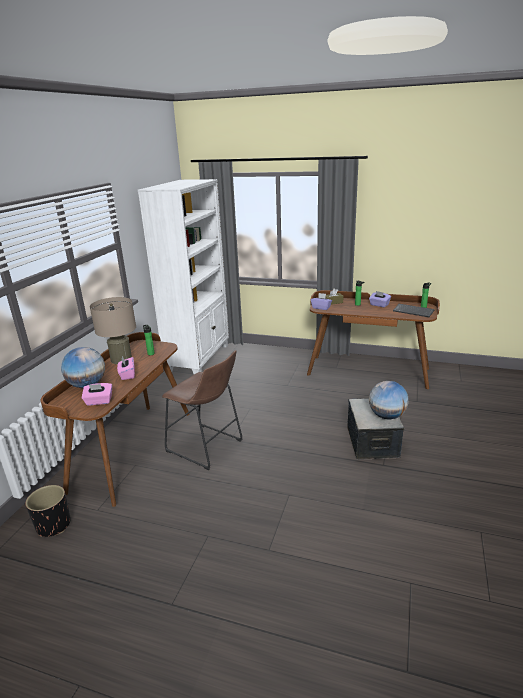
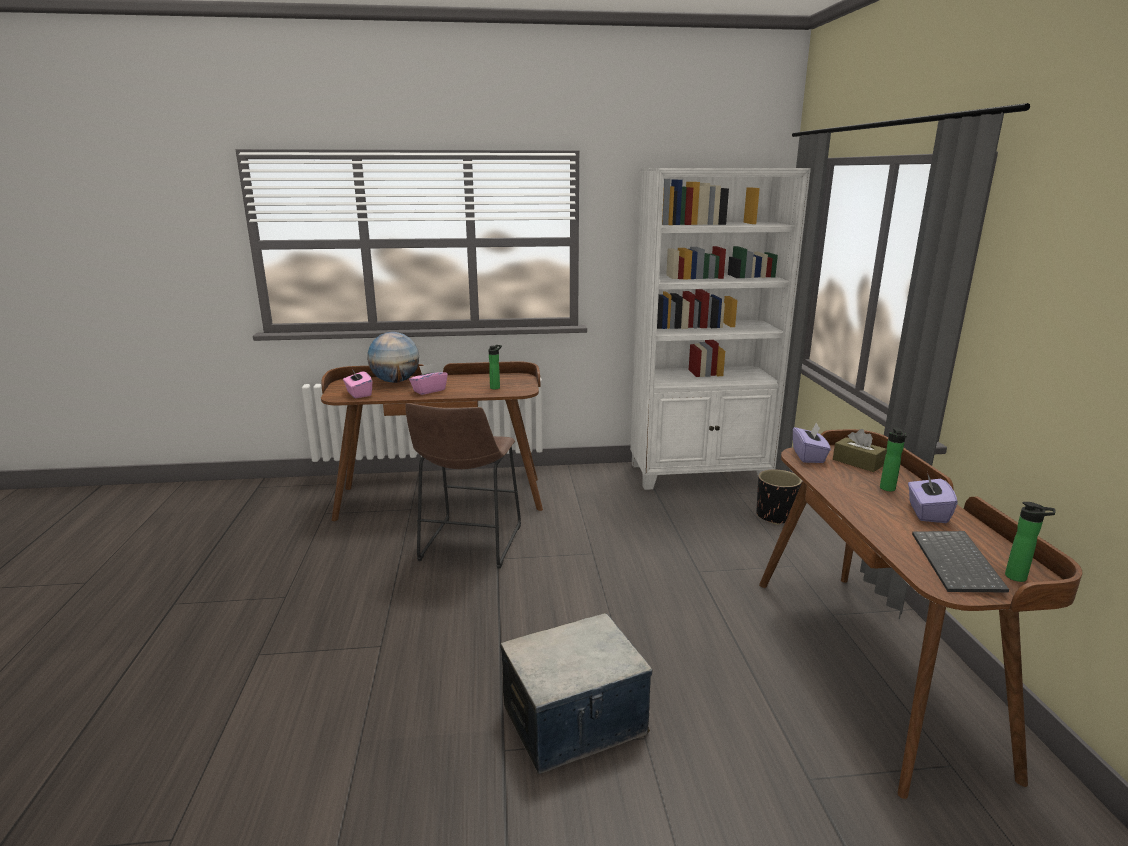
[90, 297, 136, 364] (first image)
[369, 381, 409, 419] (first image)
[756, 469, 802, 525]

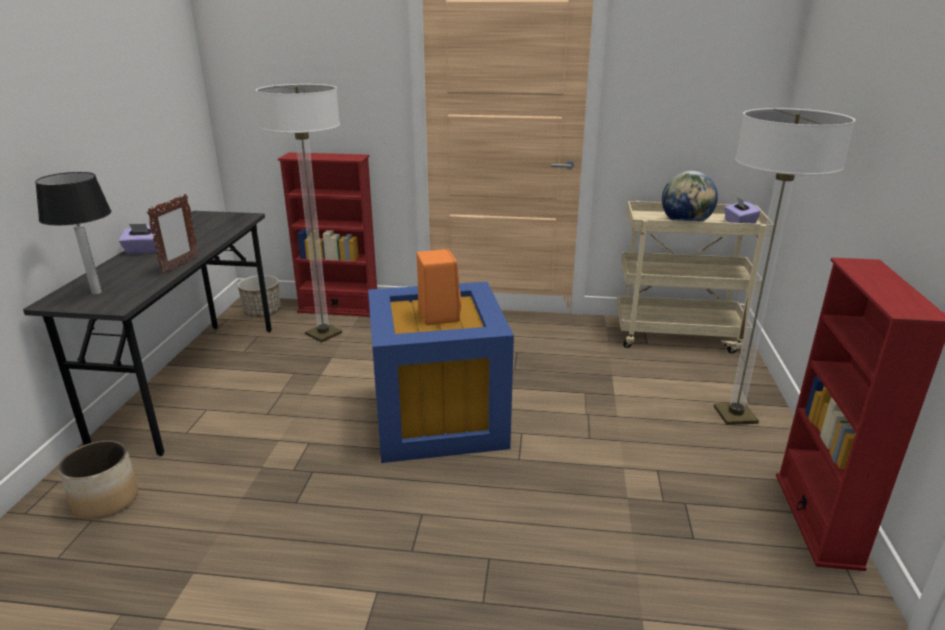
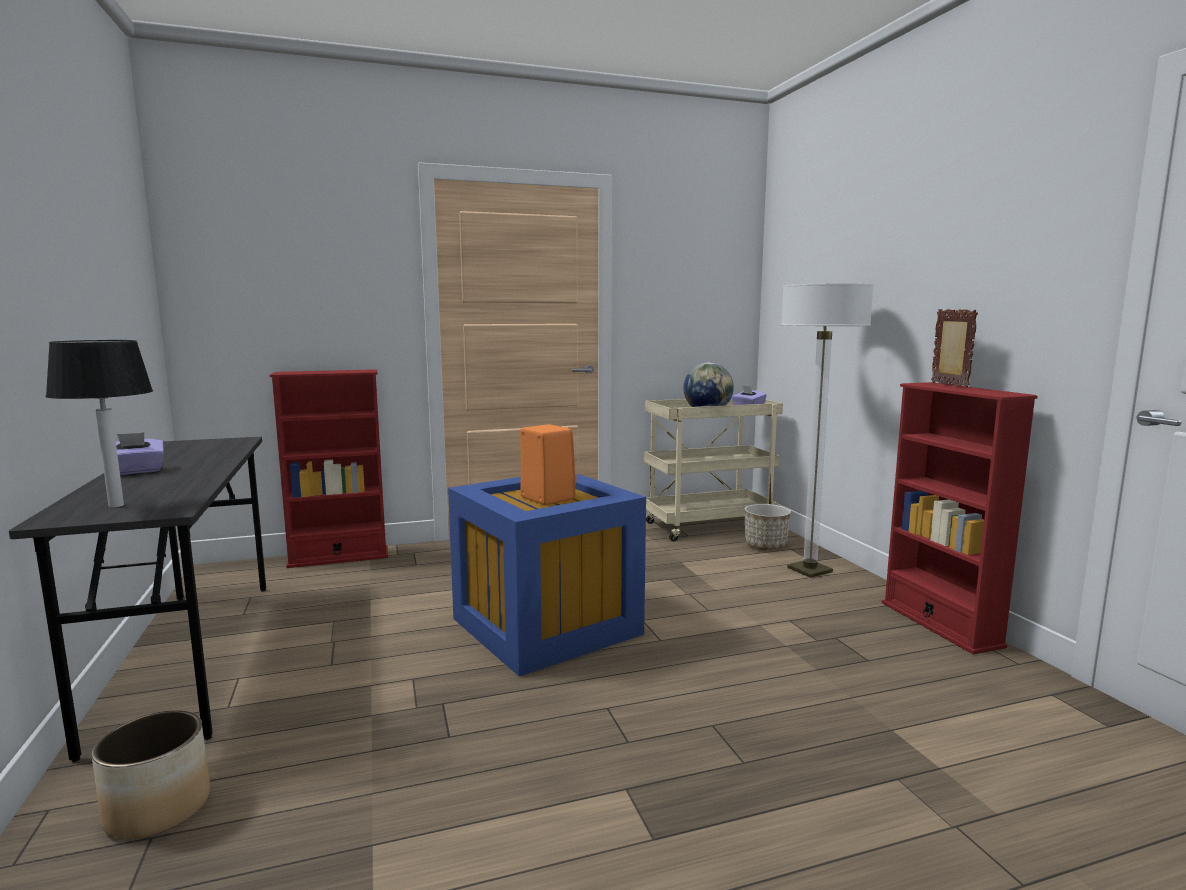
[256, 84, 342, 342] (first image)
[931, 309, 978, 388]
[745, 504, 791, 550]

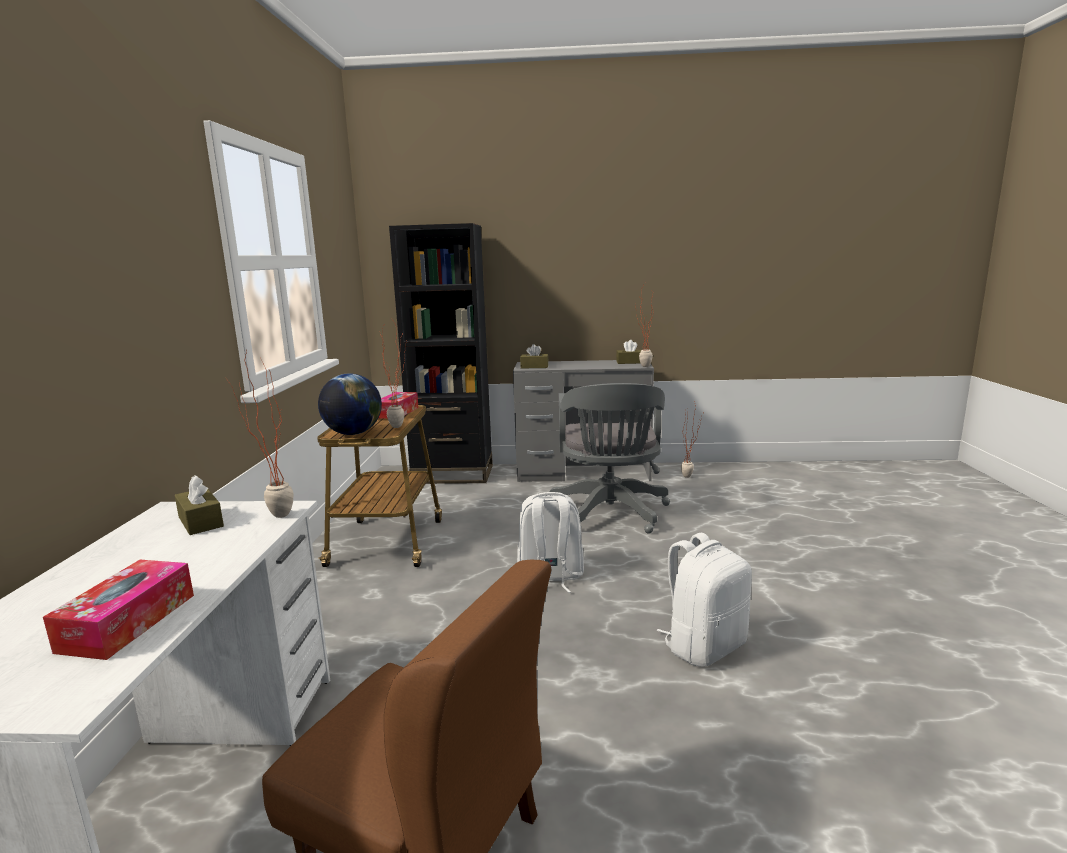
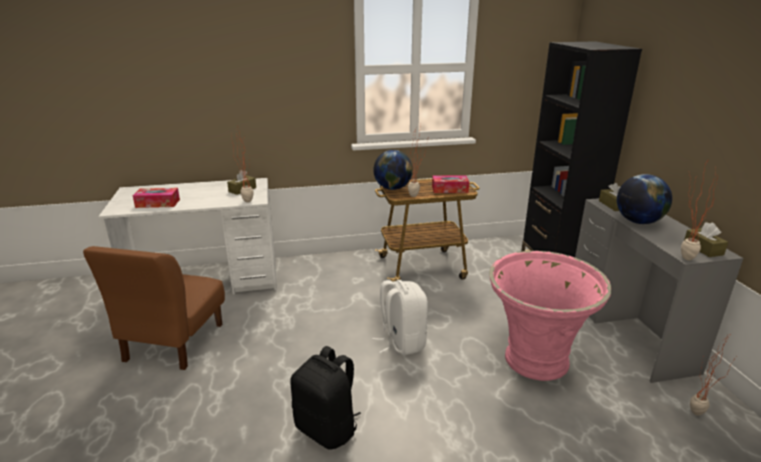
[489, 251, 612, 381]
[290, 346, 361, 449]
[617, 174, 672, 224]

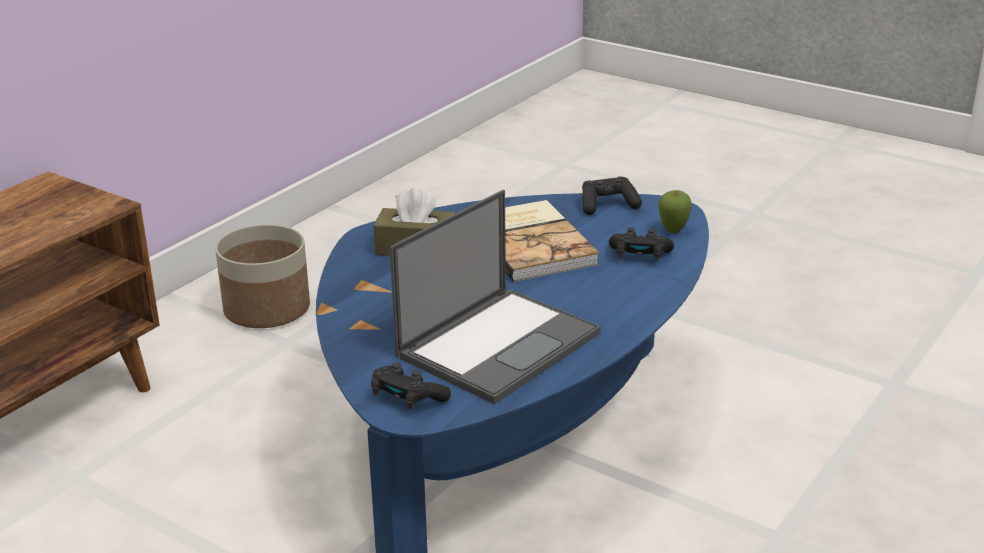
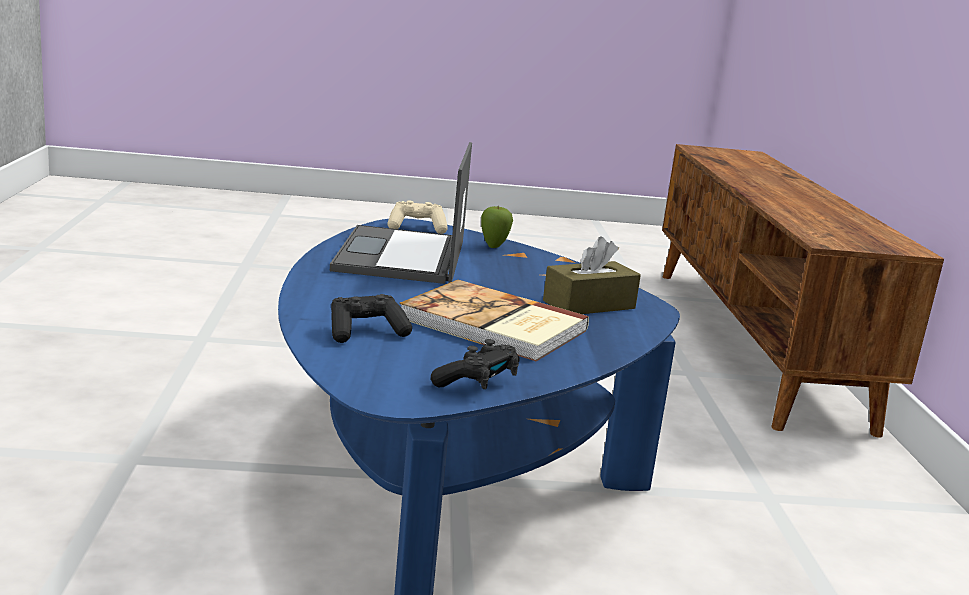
[481, 205, 513, 248]
[215, 224, 310, 328] (first image)
[387, 200, 448, 234]

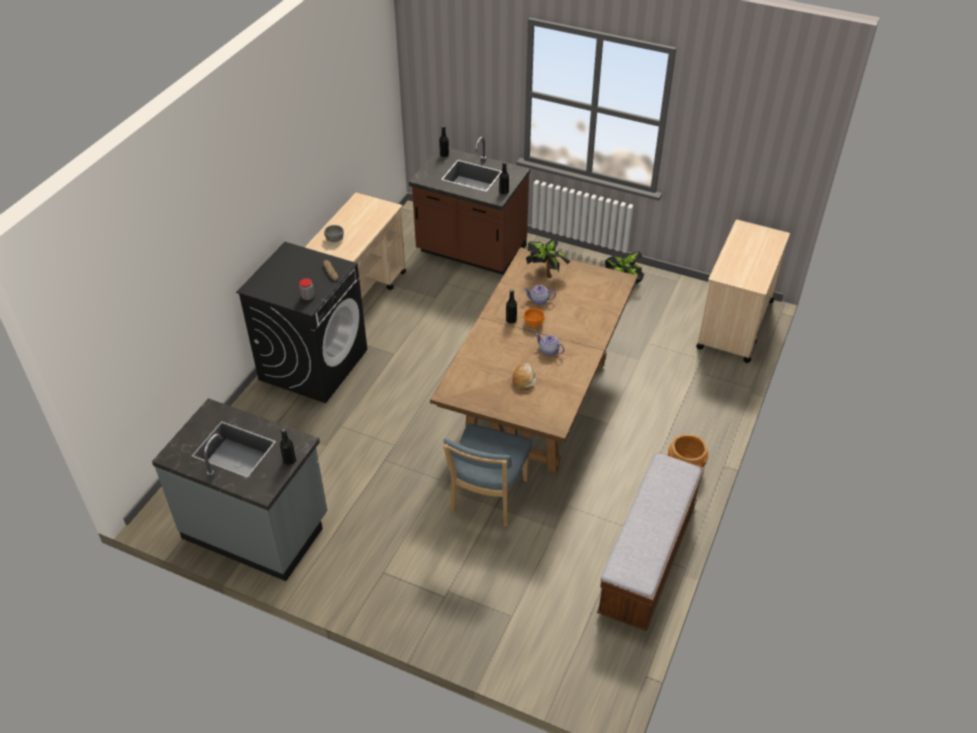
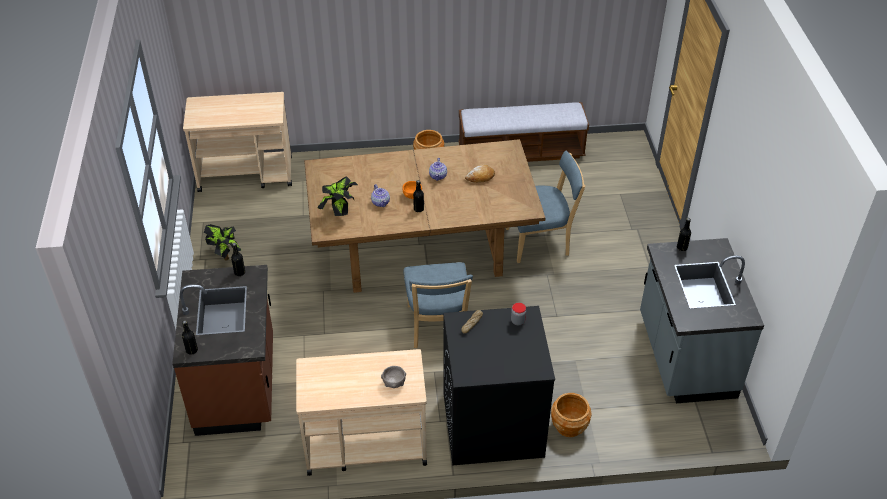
[404, 262, 473, 348]
[551, 393, 592, 437]

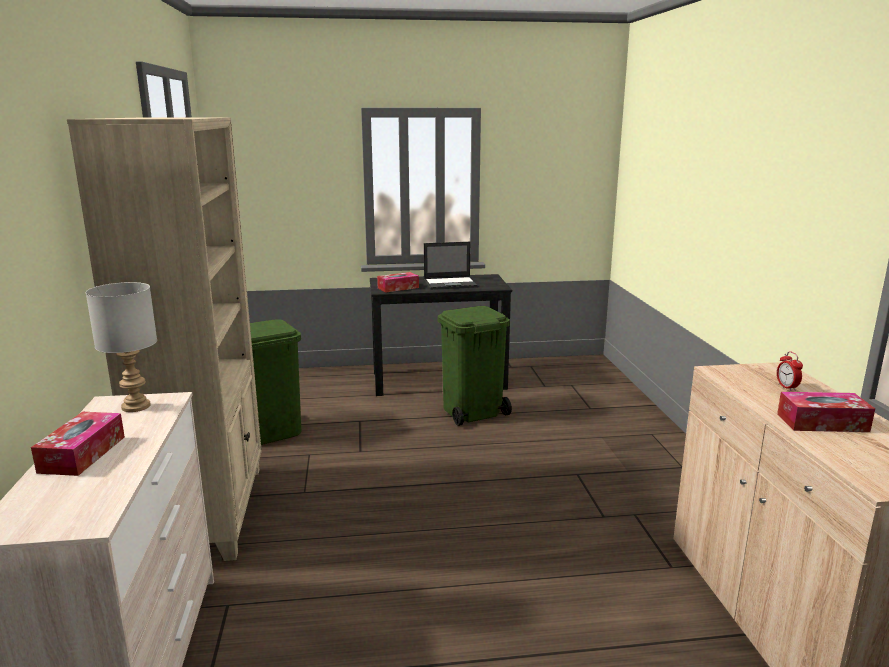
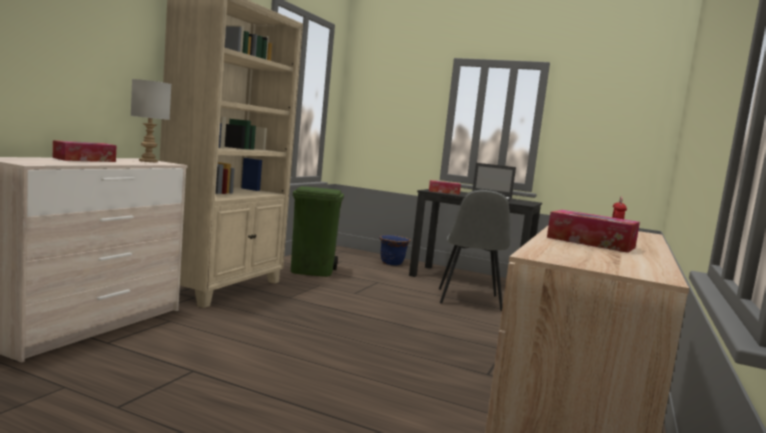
[439, 190, 511, 311]
[379, 235, 411, 265]

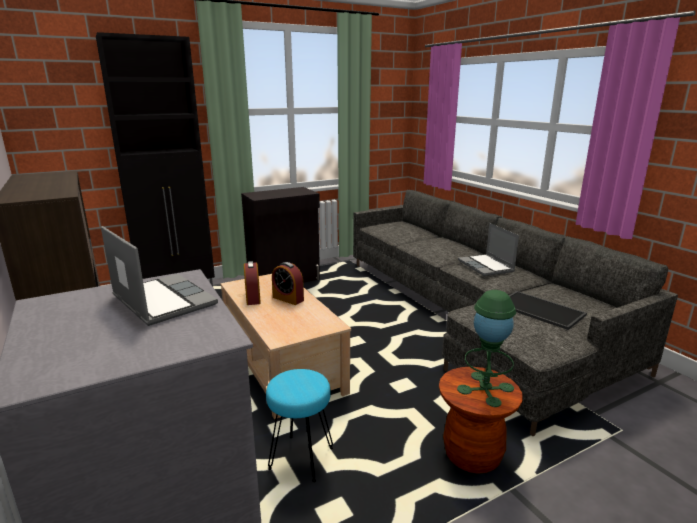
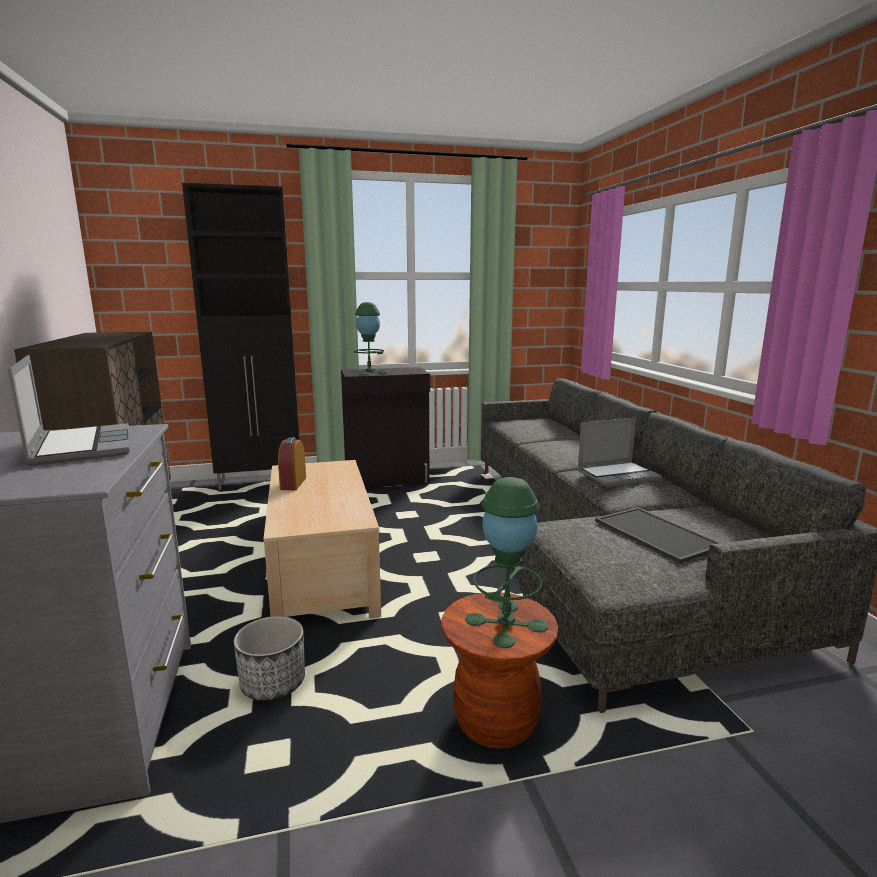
[577, 418, 662, 487]
[272, 262, 304, 305] (first image)
[234, 616, 305, 701]
[352, 302, 387, 375]

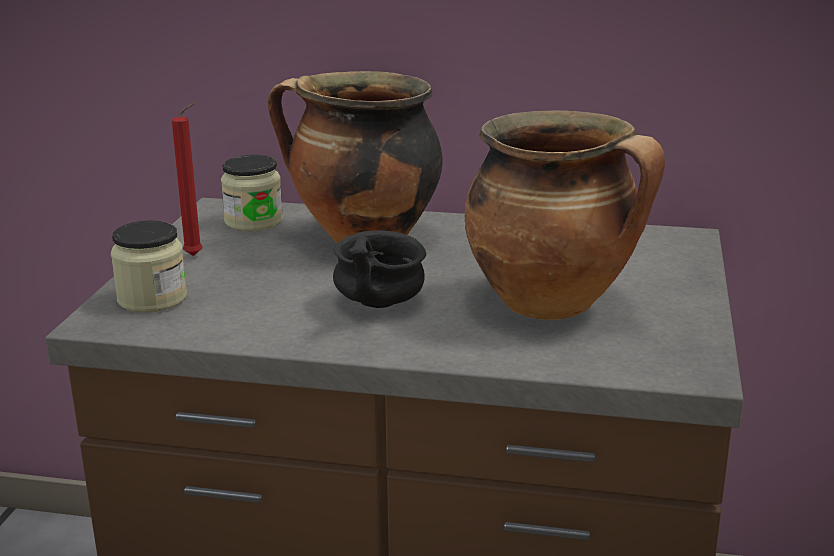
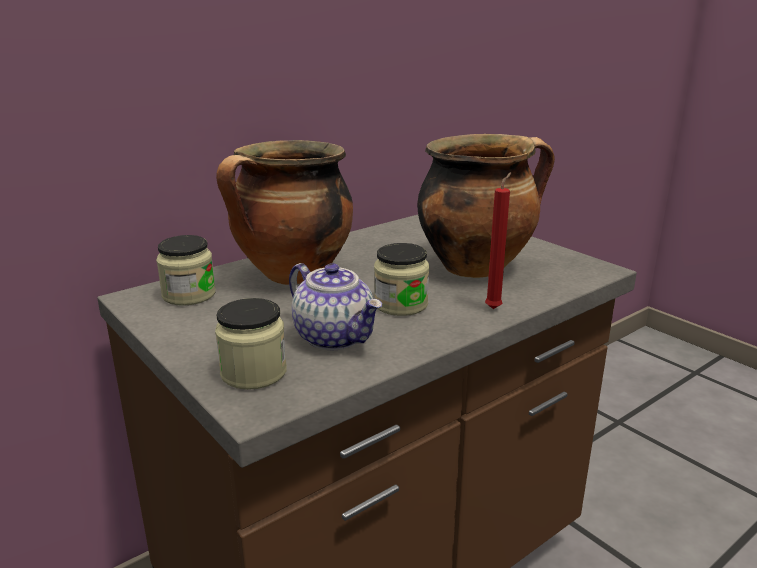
[485, 172, 511, 309]
[374, 243, 429, 316]
[289, 263, 382, 350]

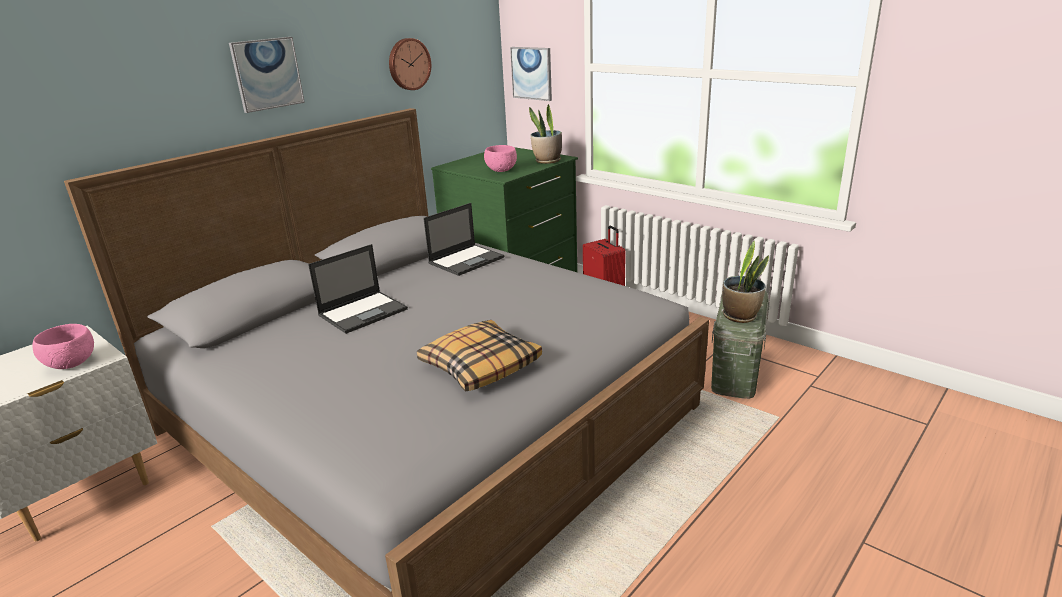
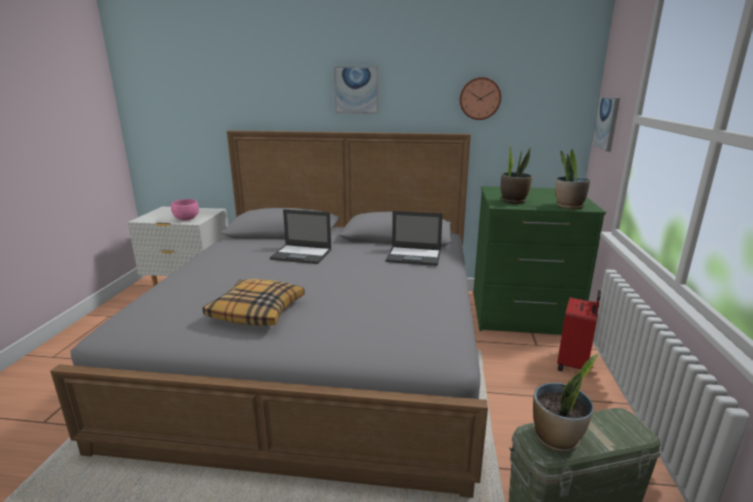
[501, 145, 533, 204]

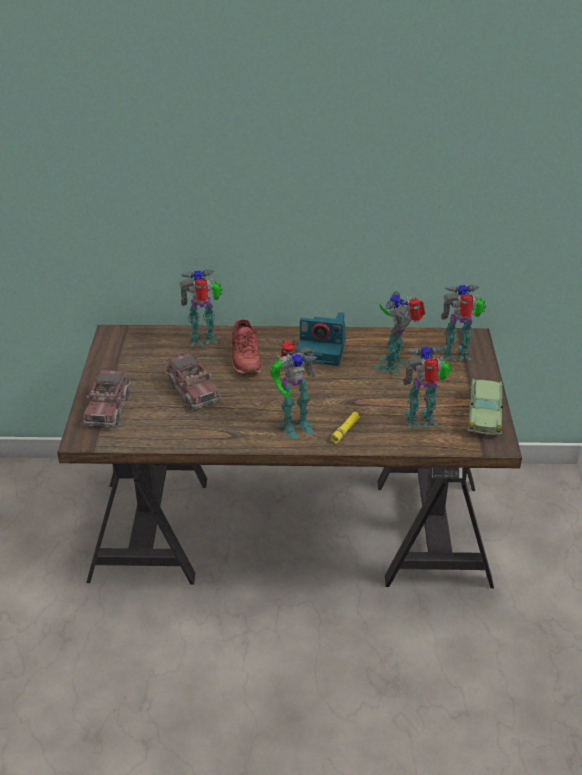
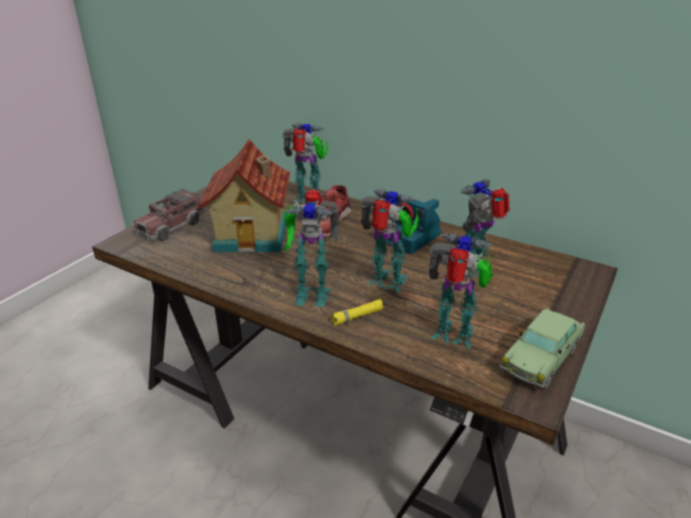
[360, 189, 419, 293]
[198, 139, 290, 253]

